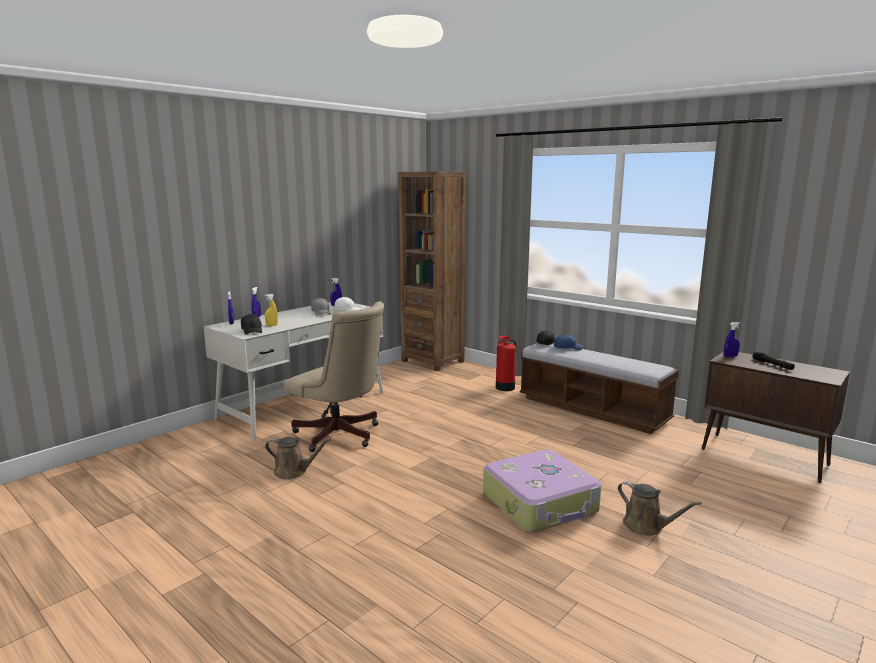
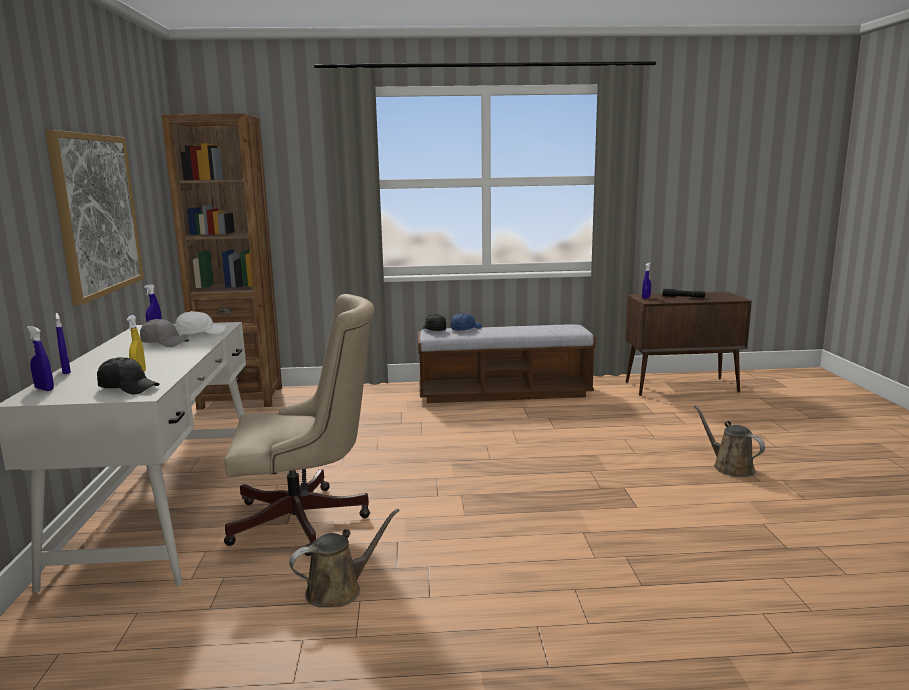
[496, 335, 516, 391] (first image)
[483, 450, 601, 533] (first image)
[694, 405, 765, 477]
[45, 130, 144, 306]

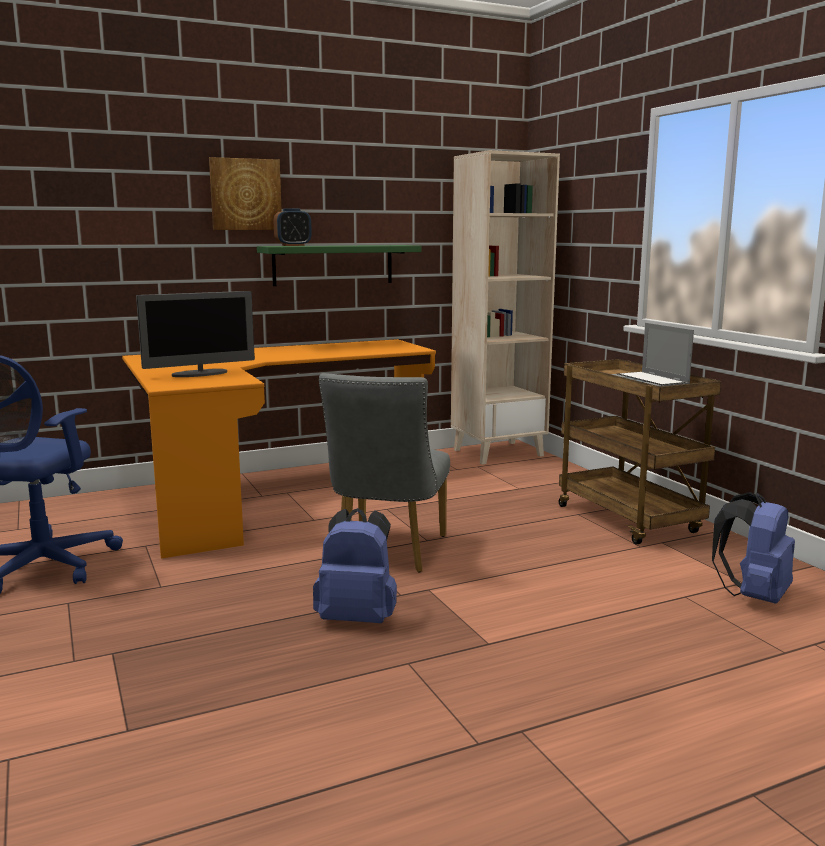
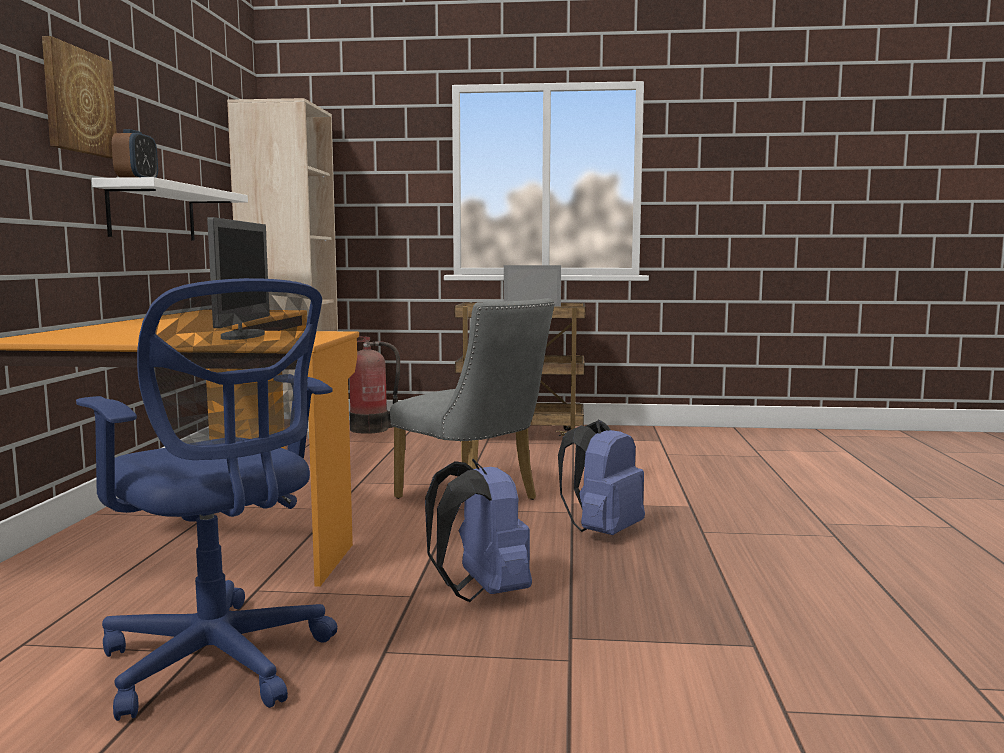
[92, 177, 248, 241]
[425, 459, 532, 602]
[349, 336, 400, 434]

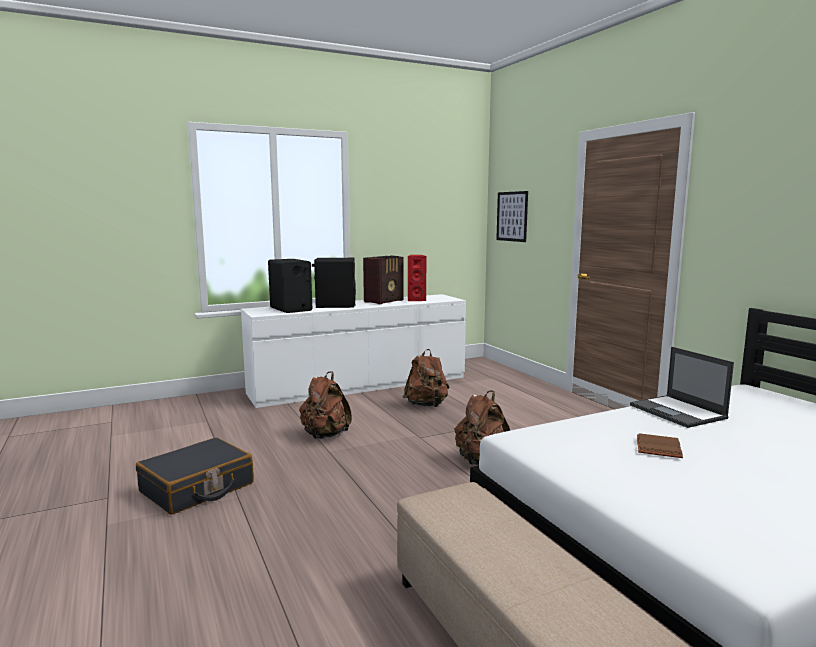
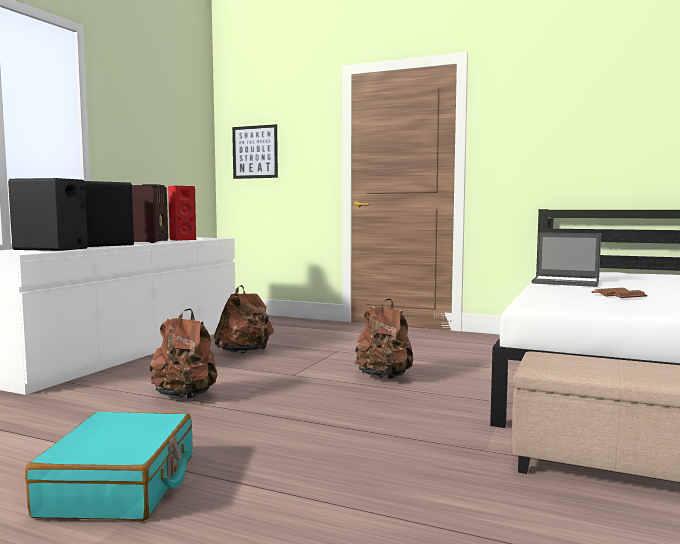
[25, 412, 192, 521]

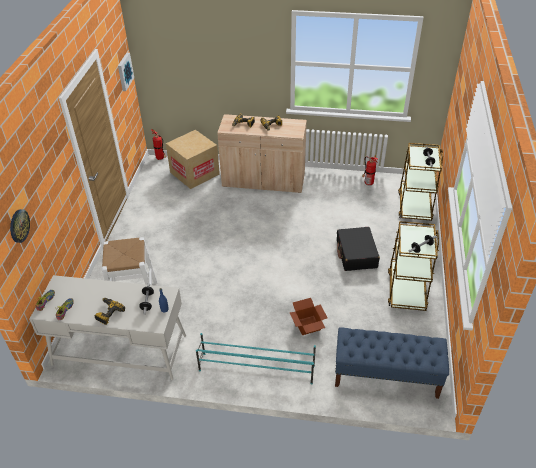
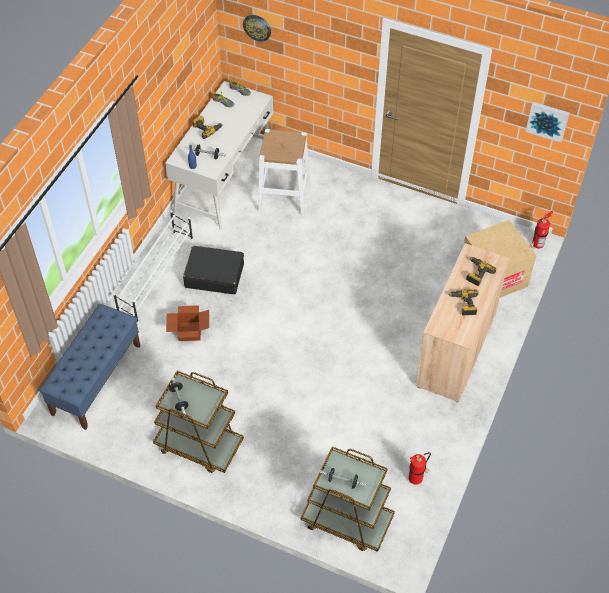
[183, 246, 244, 294]
[113, 211, 193, 323]

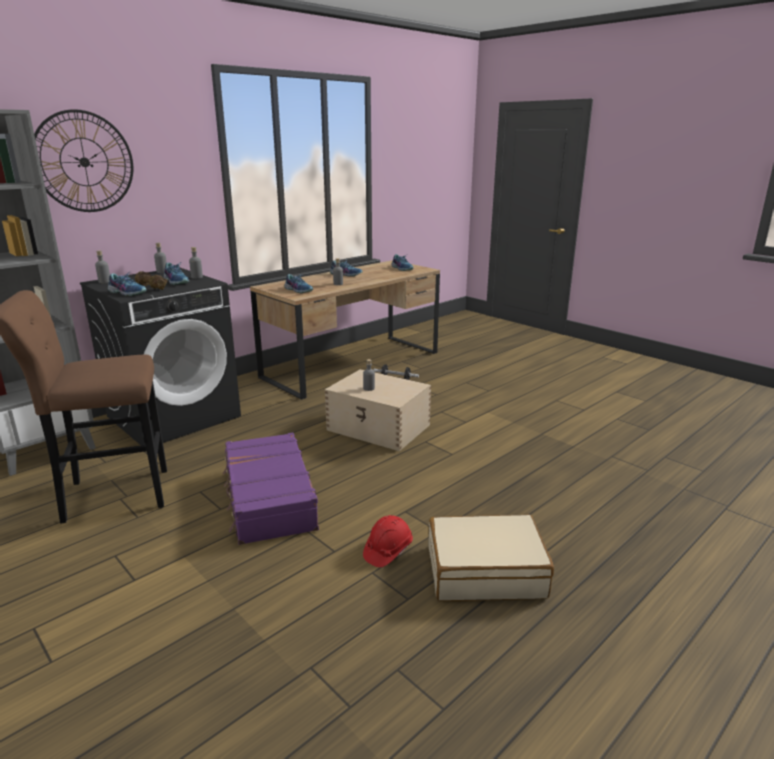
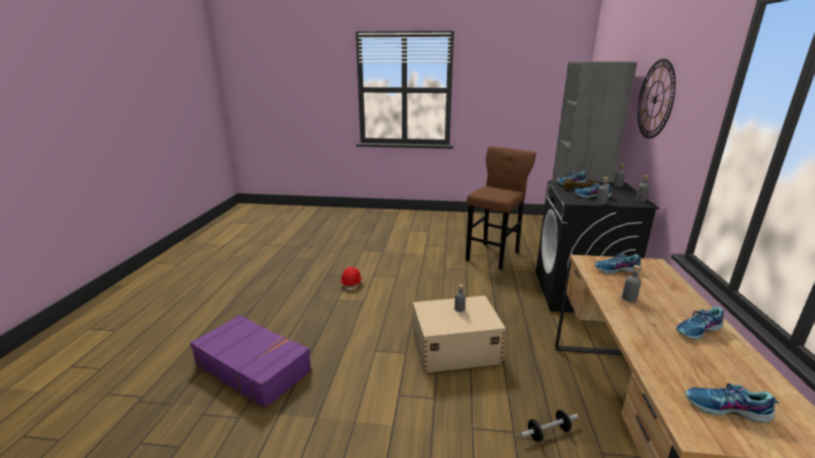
[190, 315, 312, 409]
[428, 514, 554, 601] (first image)

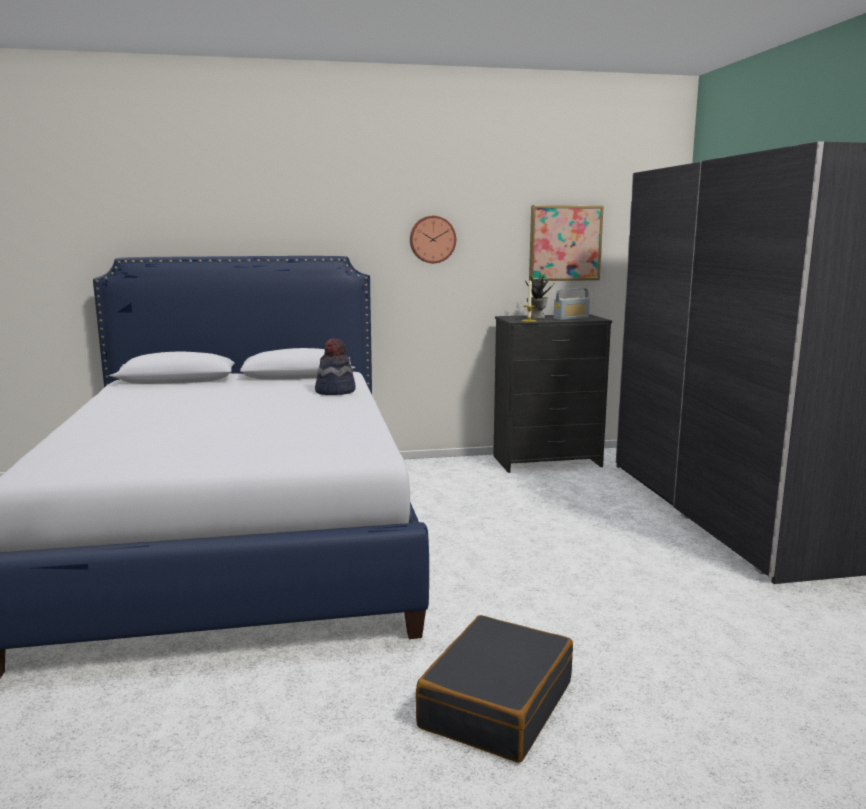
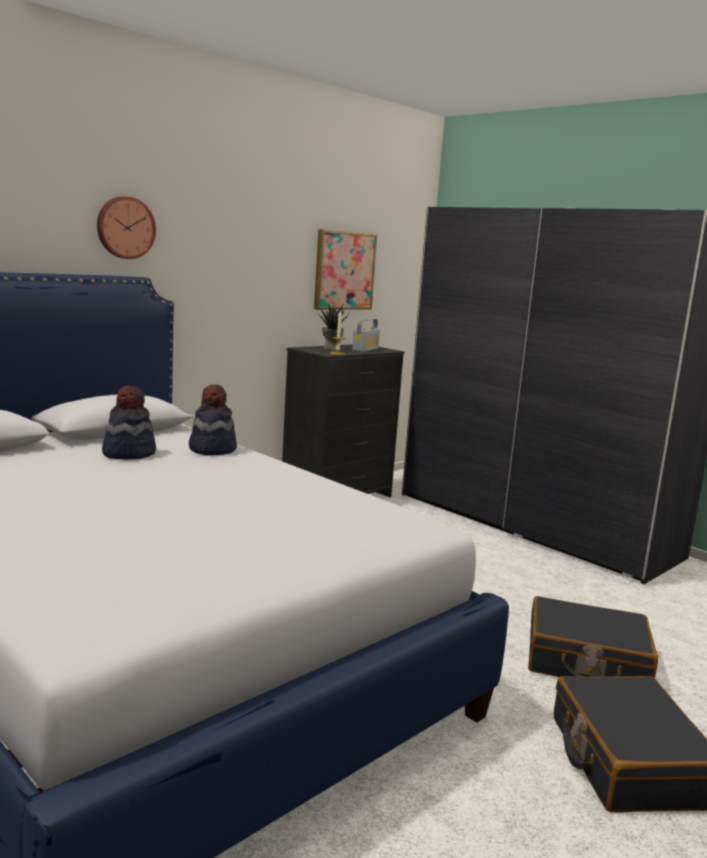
[97, 196, 156, 259]
[102, 386, 156, 459]
[528, 596, 658, 678]

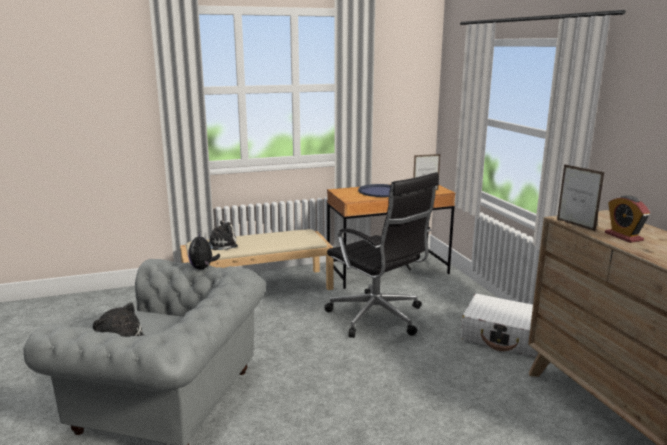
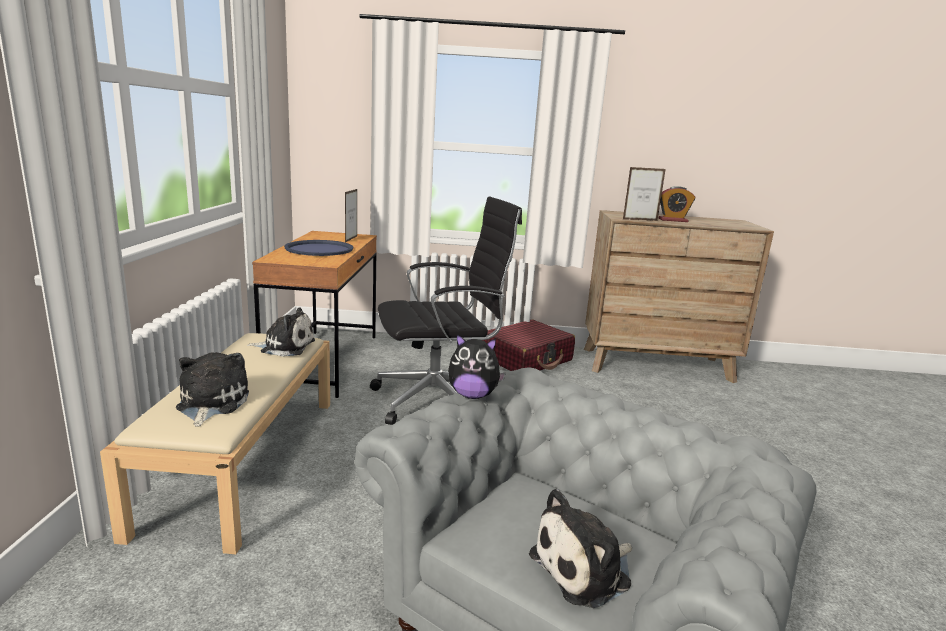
[483, 320, 575, 371]
[247, 308, 315, 357]

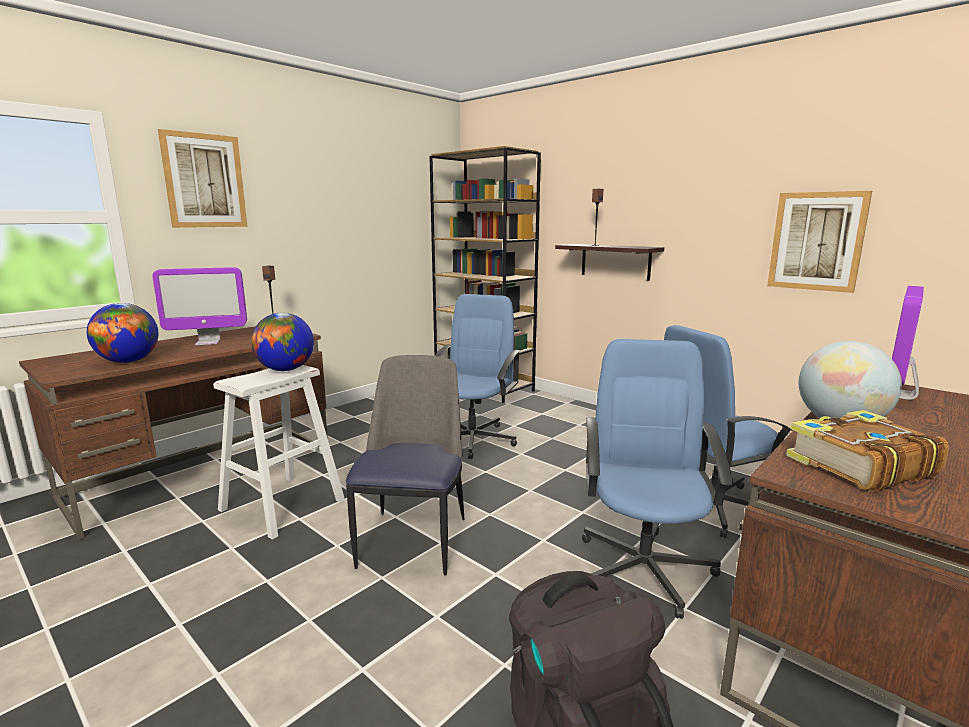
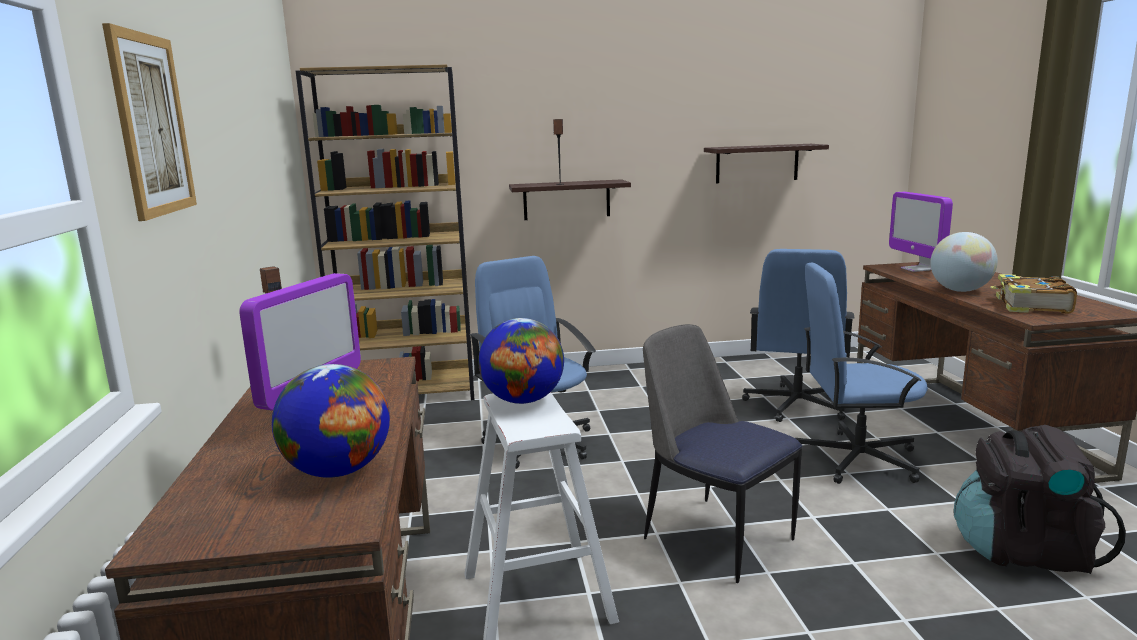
[704, 144, 829, 183]
[795, 263, 928, 484]

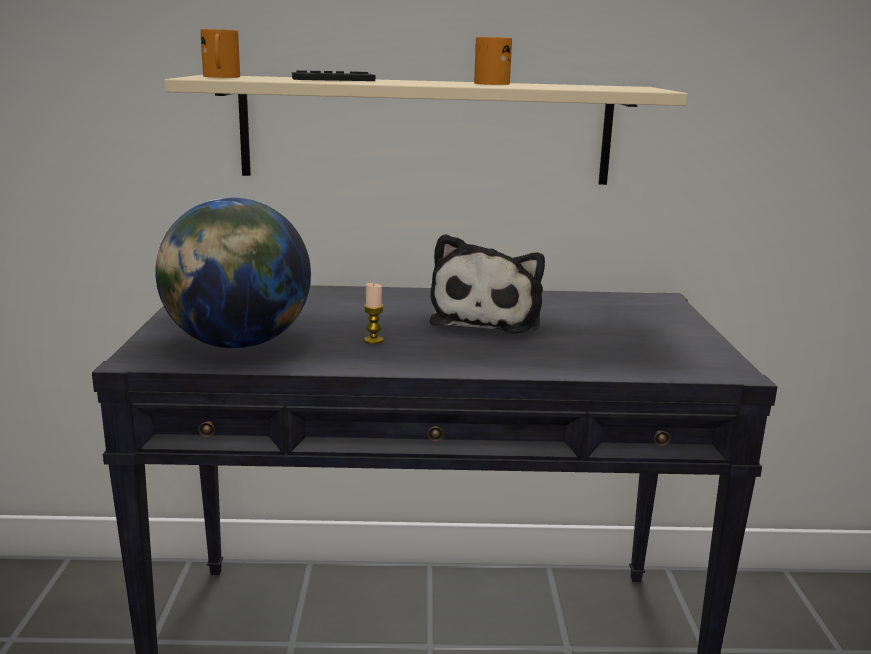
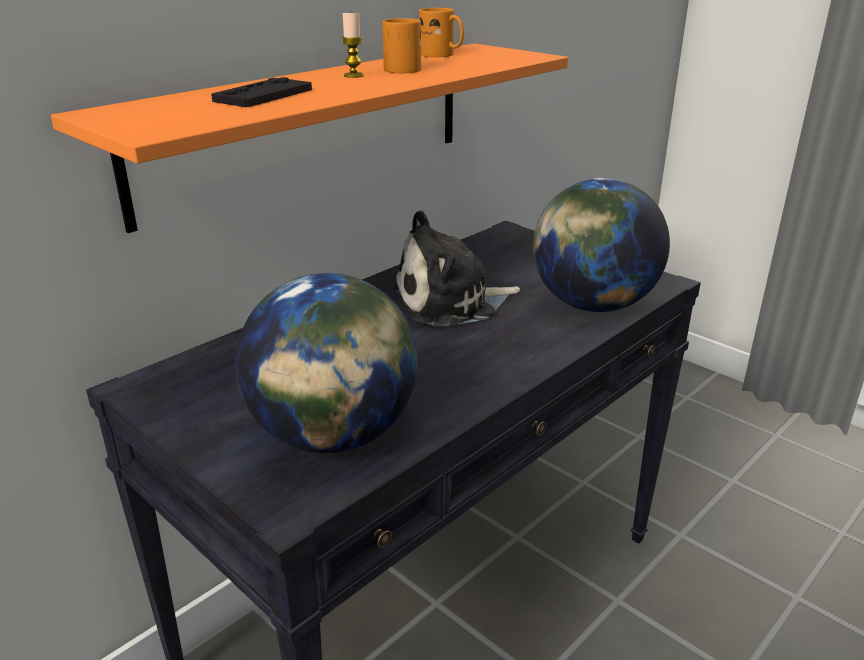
[419, 8, 464, 57]
[51, 44, 568, 233]
[394, 210, 520, 327]
[342, 13, 364, 78]
[533, 178, 670, 312]

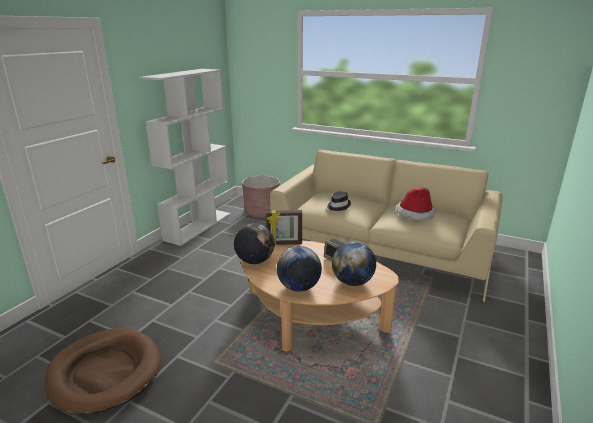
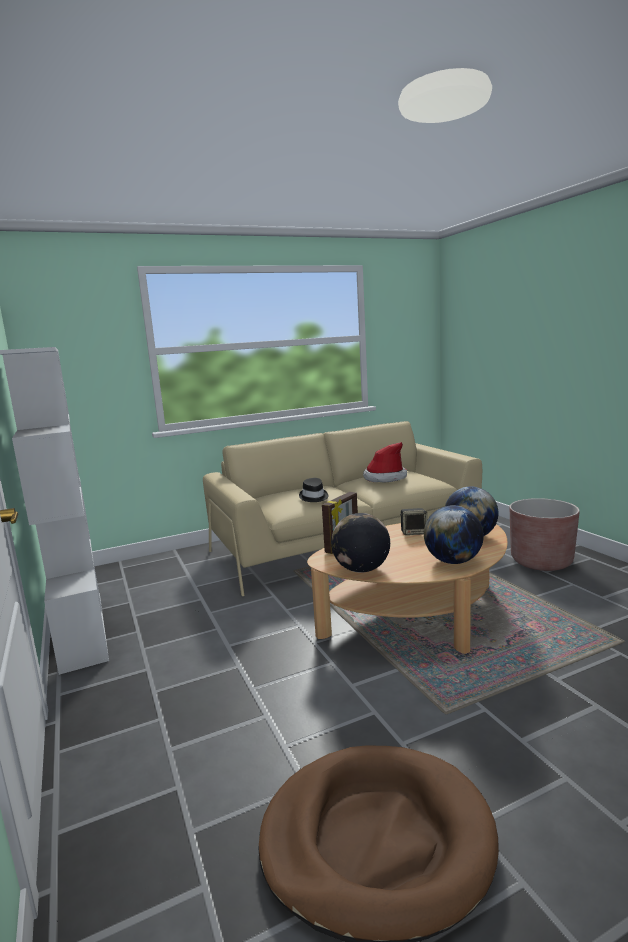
[510, 498, 580, 571]

